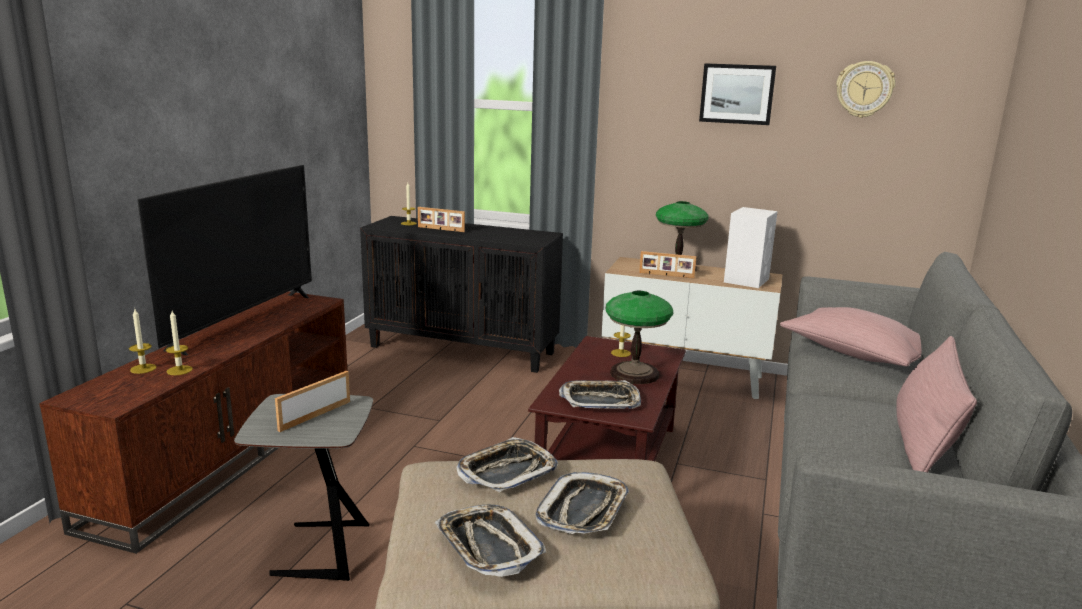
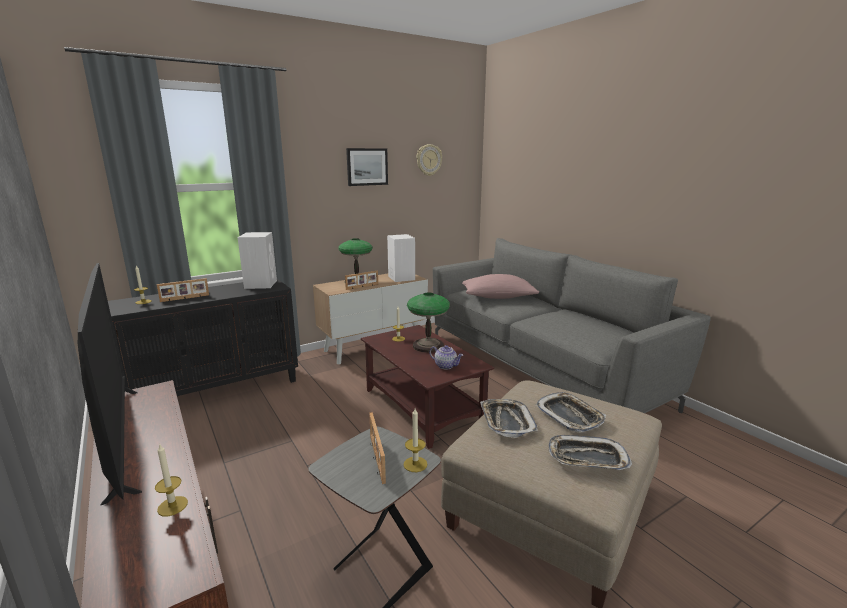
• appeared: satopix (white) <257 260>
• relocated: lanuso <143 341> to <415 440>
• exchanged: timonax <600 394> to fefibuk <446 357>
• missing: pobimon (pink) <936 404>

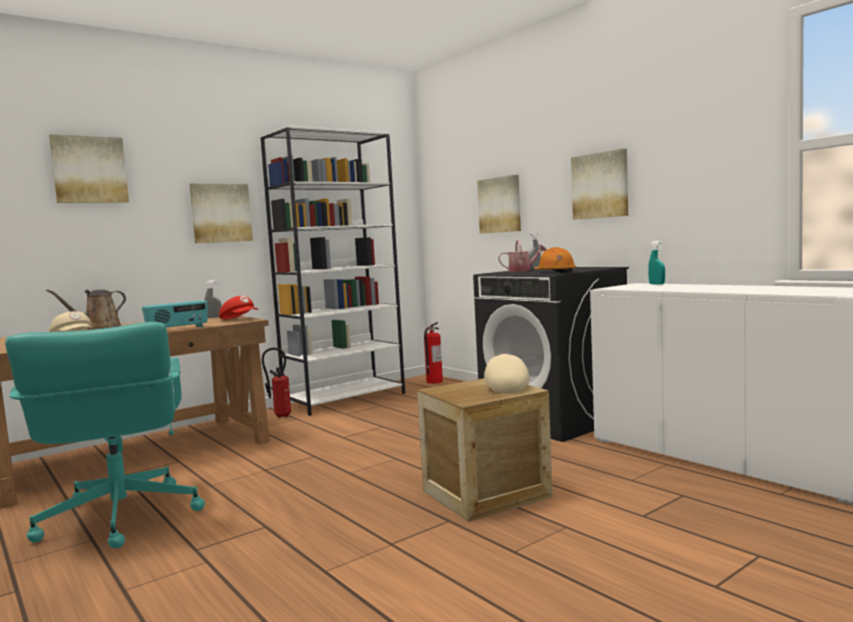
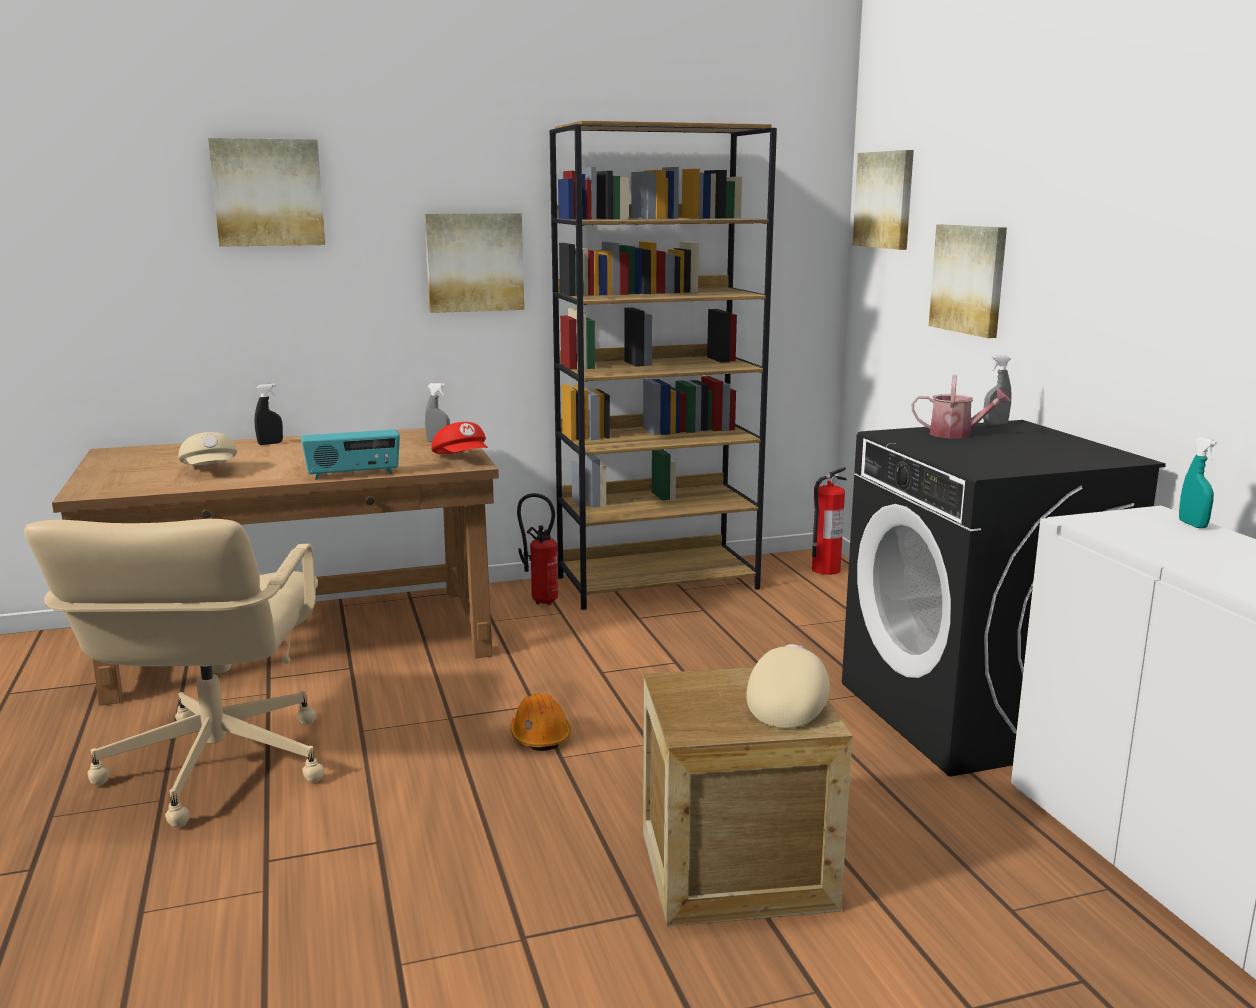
• colour: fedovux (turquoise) <105 435> to fedovux (beige) <174 673>
• exchanged: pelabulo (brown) <86 309> to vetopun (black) <269 414>
• relocated: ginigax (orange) <555 260> to <540 722>
• colour: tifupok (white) <333 271> to tifupok (brown) <663 365>
• relocated: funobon <599 184> to <883 200>

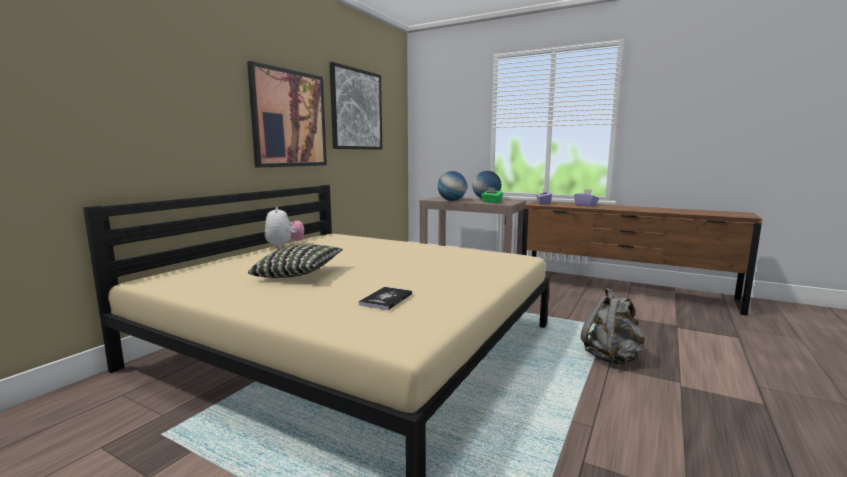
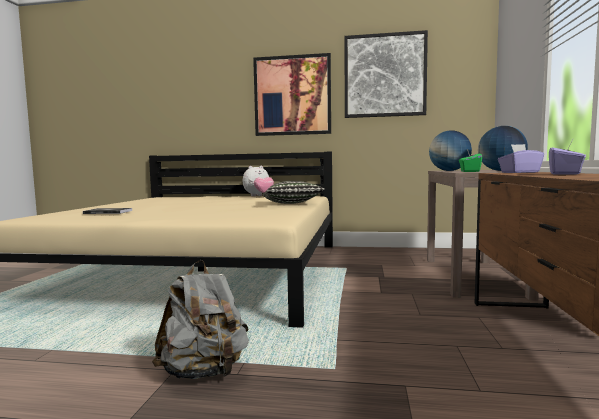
• relocated: pobimon <295 261> to <294 192>

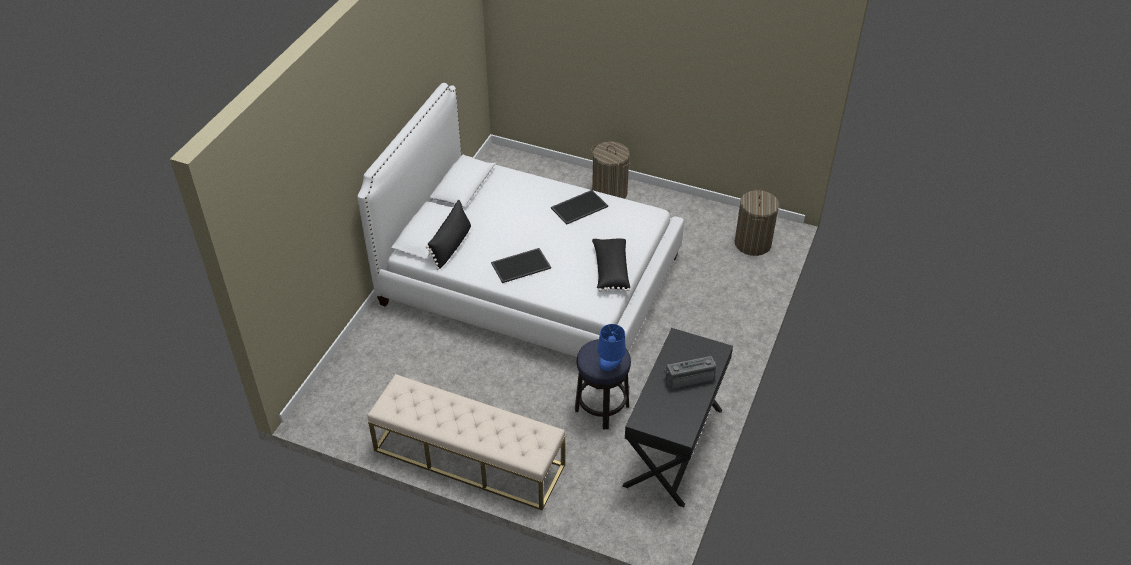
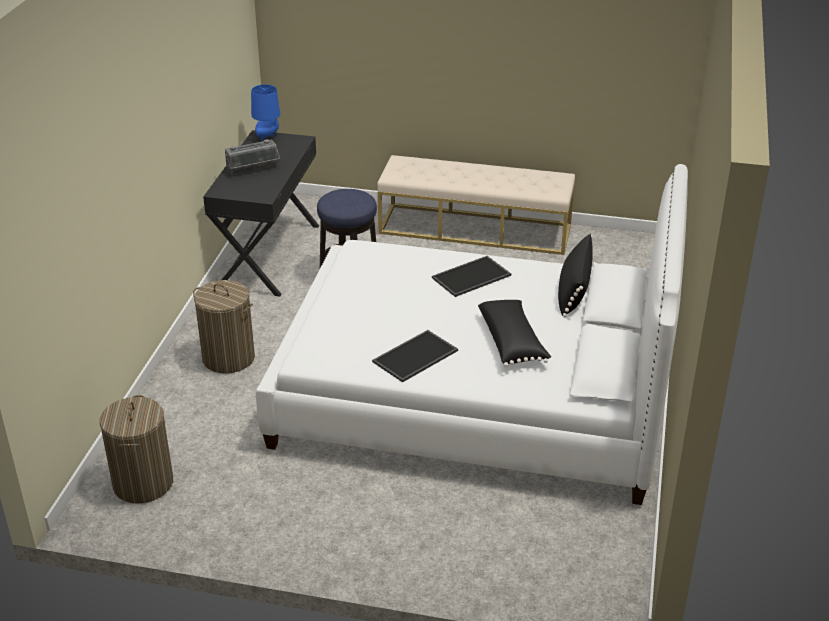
• relocated: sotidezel <611 170> to <224 327>
• relocated: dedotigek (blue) <612 347> to <265 112>
• relocated: pobimon (black) <611 264> to <514 333>

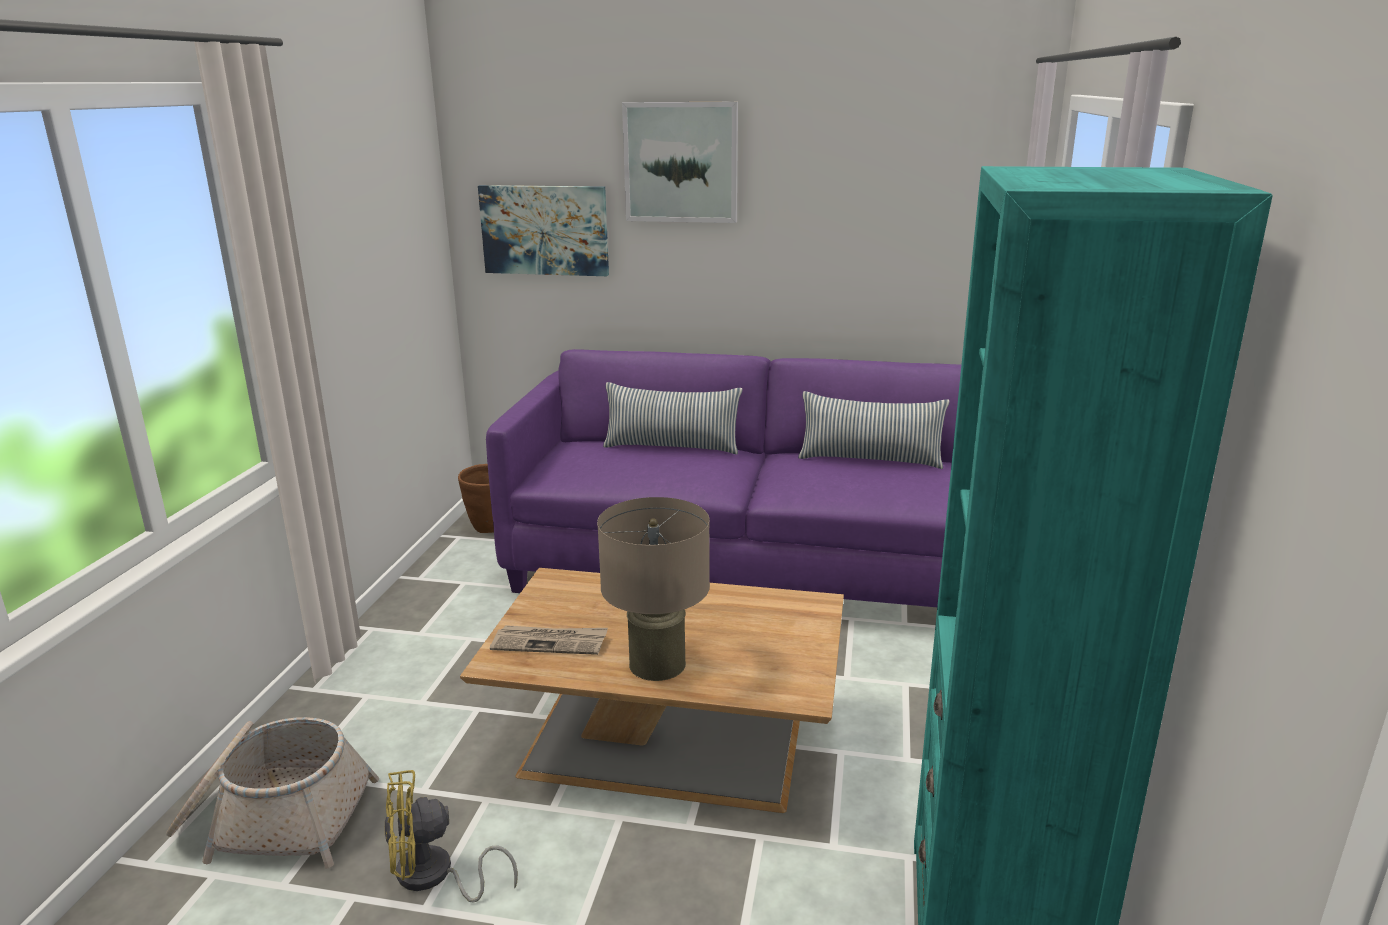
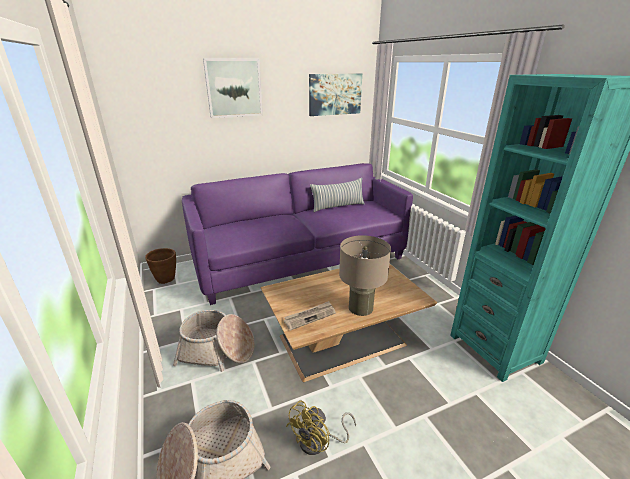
• appeared: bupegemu <214 341>
• relocated: funobon <543 230> to <335 94>
• missing: pobimon <672 418>

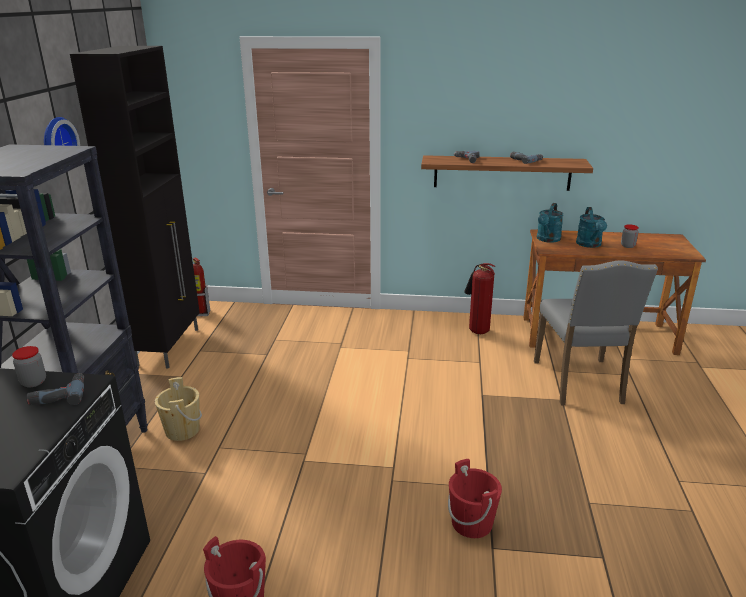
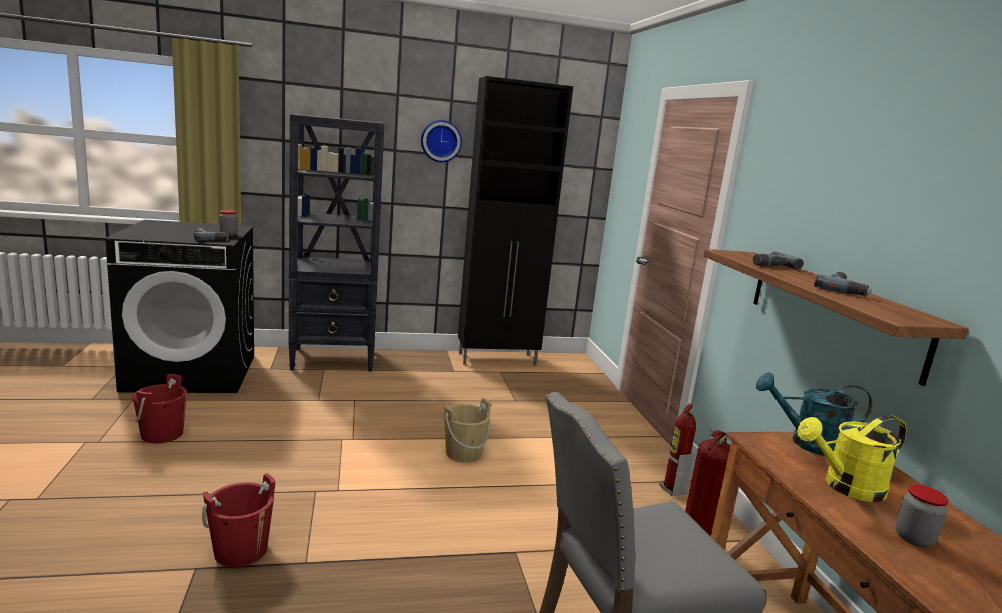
• relocated: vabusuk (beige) <178 409> to <467 430>
• relocated: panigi <201 287> to <677 450>
• colour: pelabulo (turquoise) <591 227> to pelabulo (yellow) <852 458>

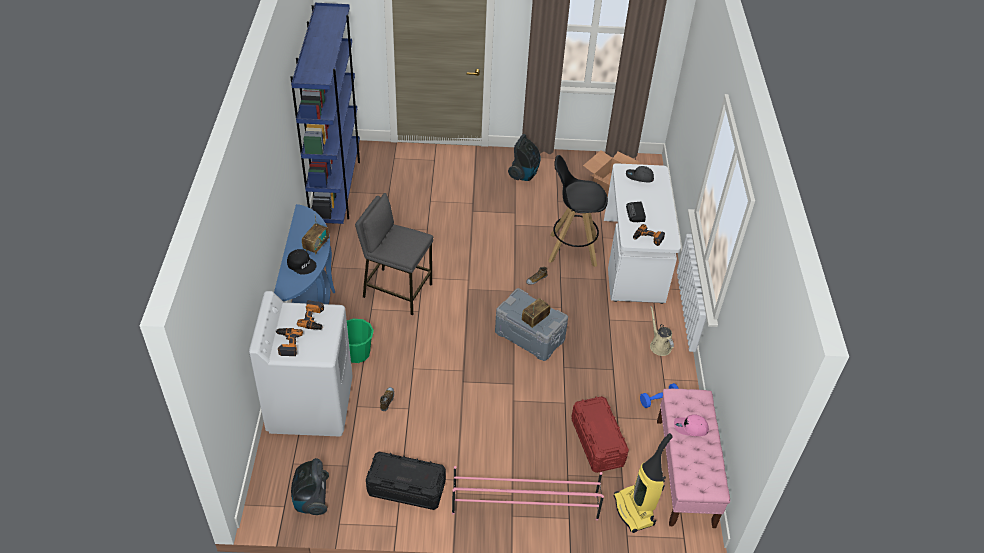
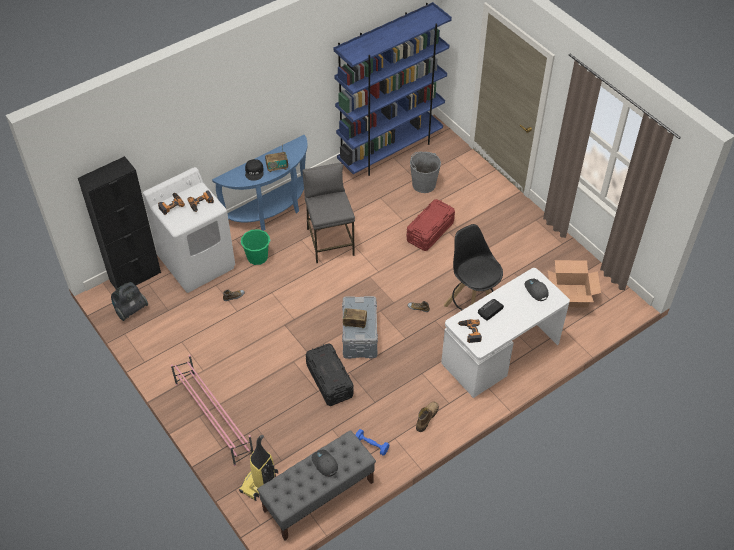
• appeared: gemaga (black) <119 222>
• colour: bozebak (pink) <693 458> to bozebak (grey) <316 485>
• relocated: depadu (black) <406 481> to <330 374>
• colour: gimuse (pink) <691 425> to gimuse (grey) <325 463>
• relocated: depadu (red) <600 434> to <431 225>
• appeared: vabusuk (grey) <425 172>
• exchanged: pelabulo (beige) <662 331> to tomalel <427 417>
• missing: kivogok <524 157>

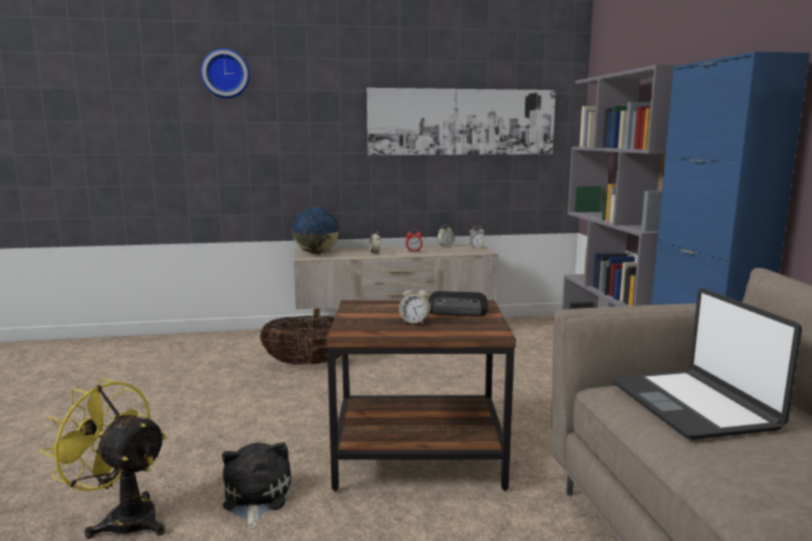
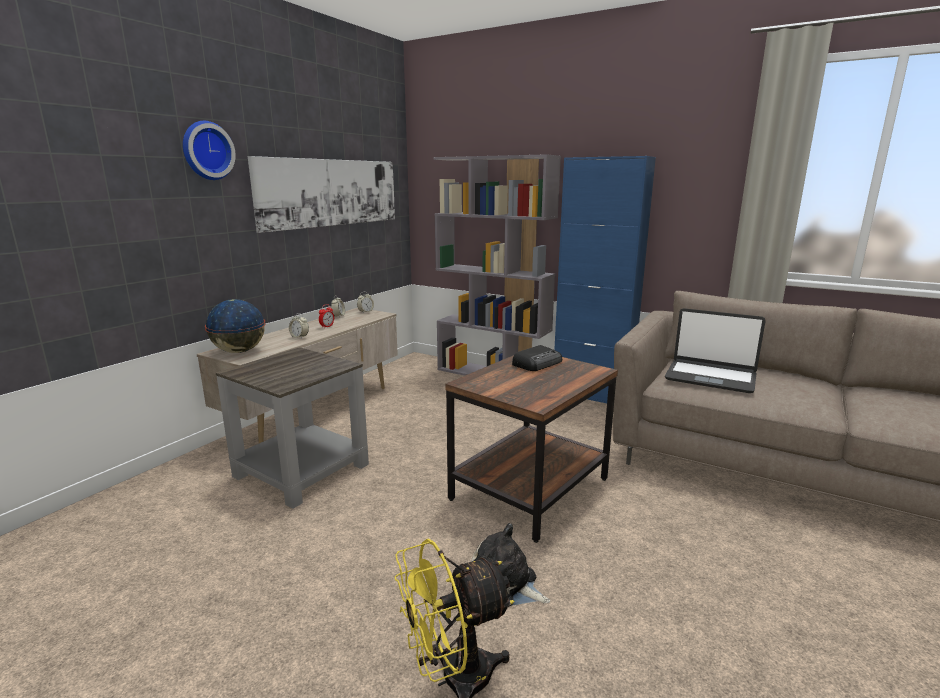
• relocated: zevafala <225 73> to <209 150>
• exchanged: bupegemu <301 340> to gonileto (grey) <292 428>
• missing: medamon <415 304>

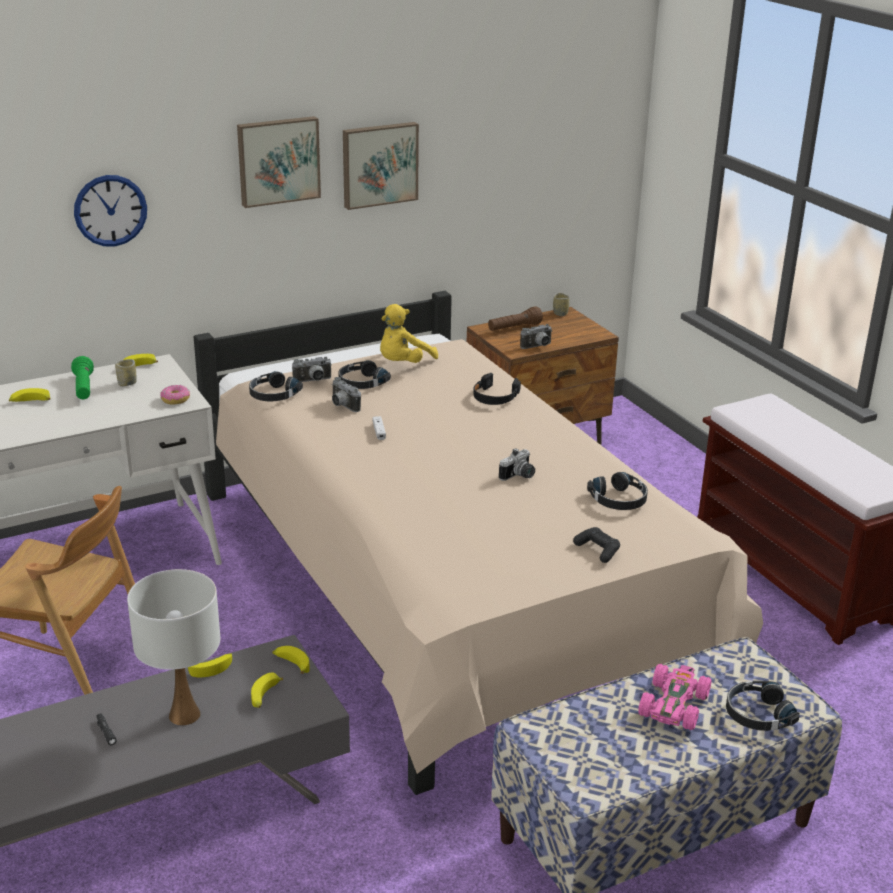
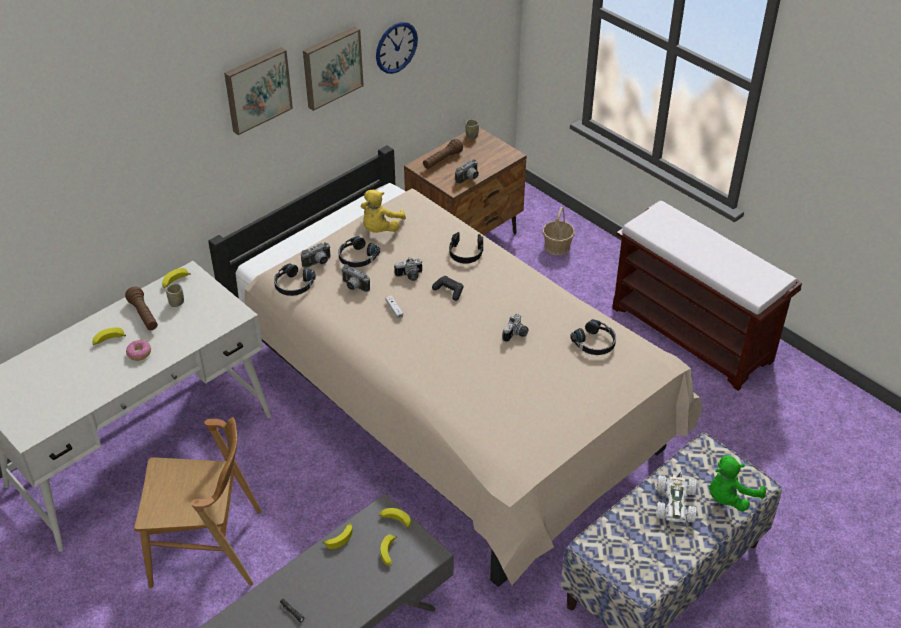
• colour: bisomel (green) <82 377> to bisomel (brown) <141 308>
• relocated: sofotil <175 395> to <138 350>
• relocated: zevafala <110 210> to <397 48>
• appeared: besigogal <408 269>
• relocated: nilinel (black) <596 545> to <447 288>
• appeared: bupegemu <559 231>
• colour: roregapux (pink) <674 697> to roregapux (white) <676 497>
• exchanged: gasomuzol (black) <762 706> to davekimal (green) <737 483>
• missing: dedotigek (white) <173 647>

